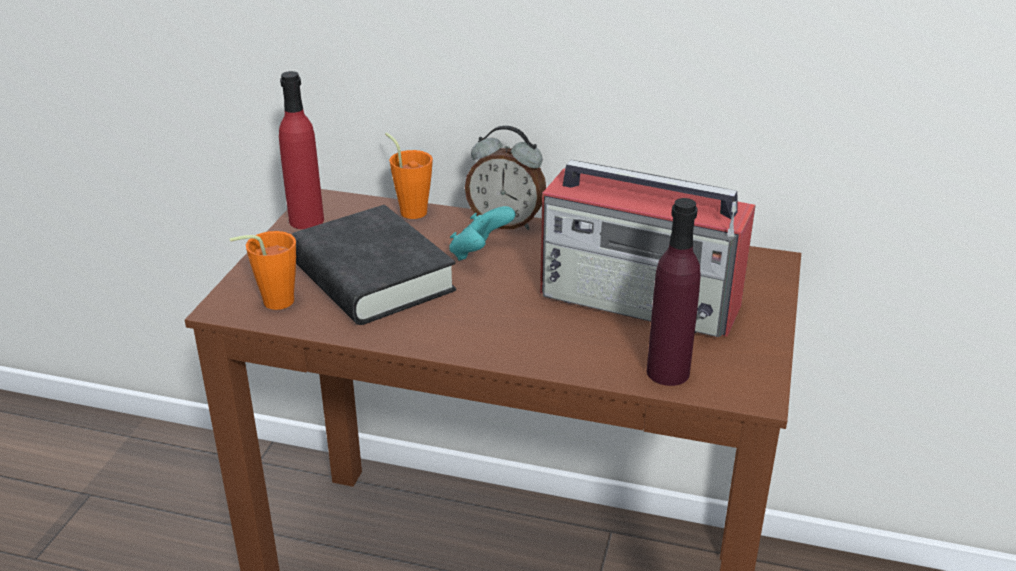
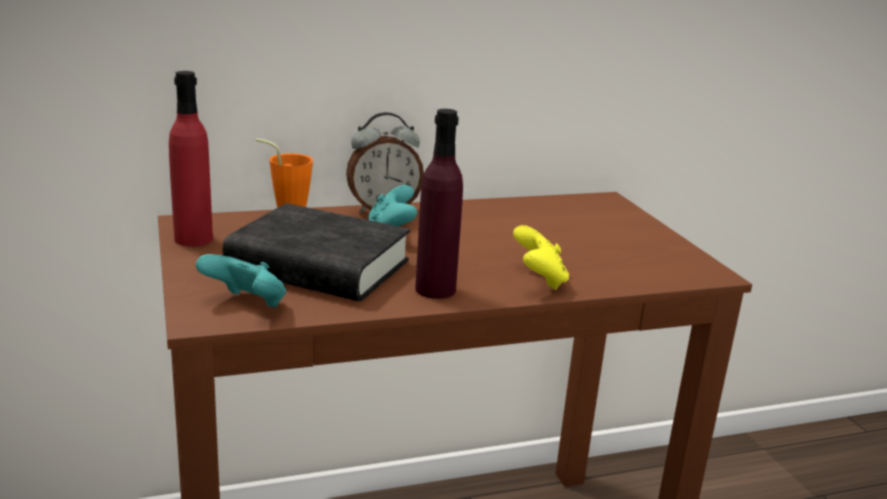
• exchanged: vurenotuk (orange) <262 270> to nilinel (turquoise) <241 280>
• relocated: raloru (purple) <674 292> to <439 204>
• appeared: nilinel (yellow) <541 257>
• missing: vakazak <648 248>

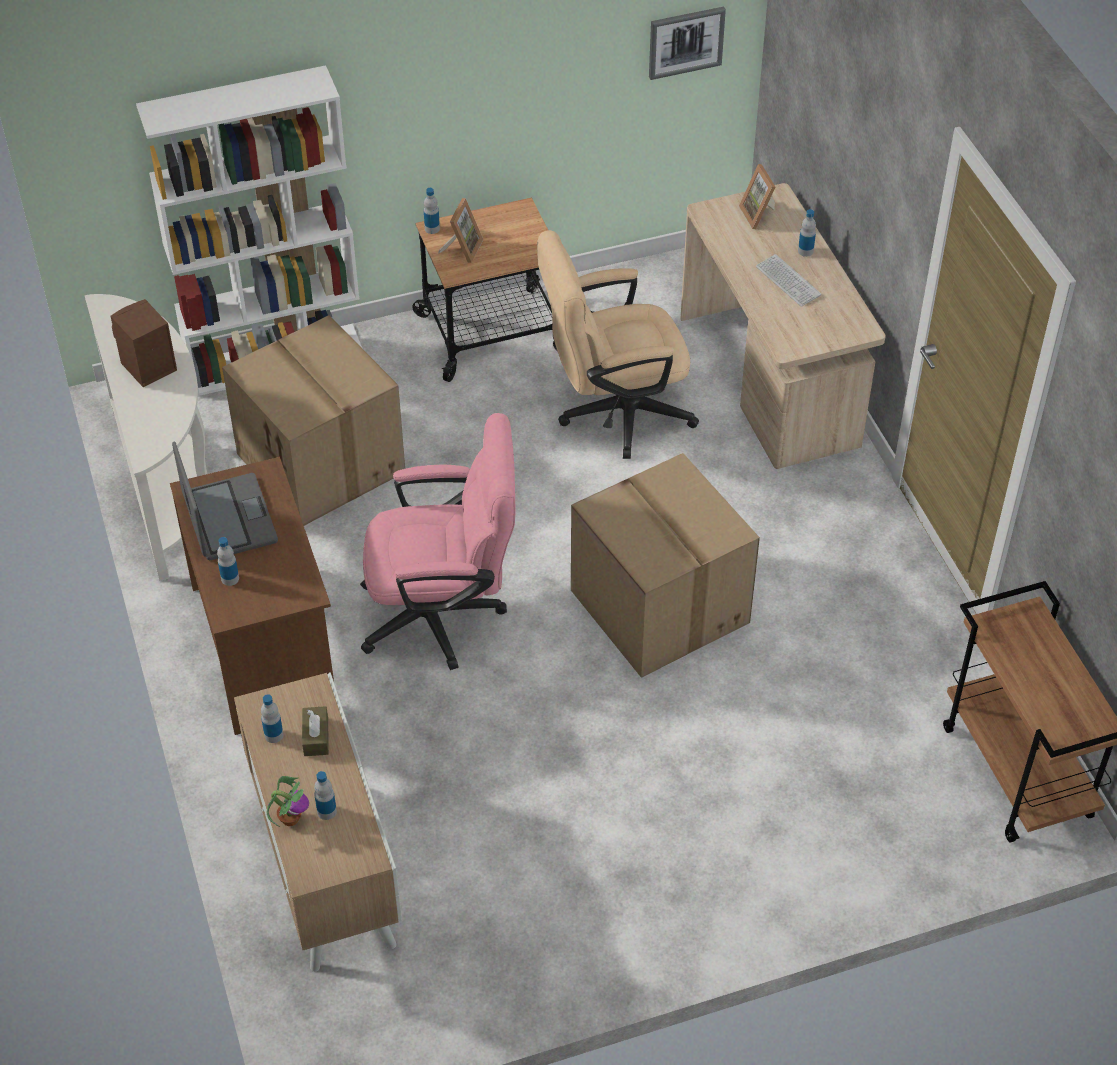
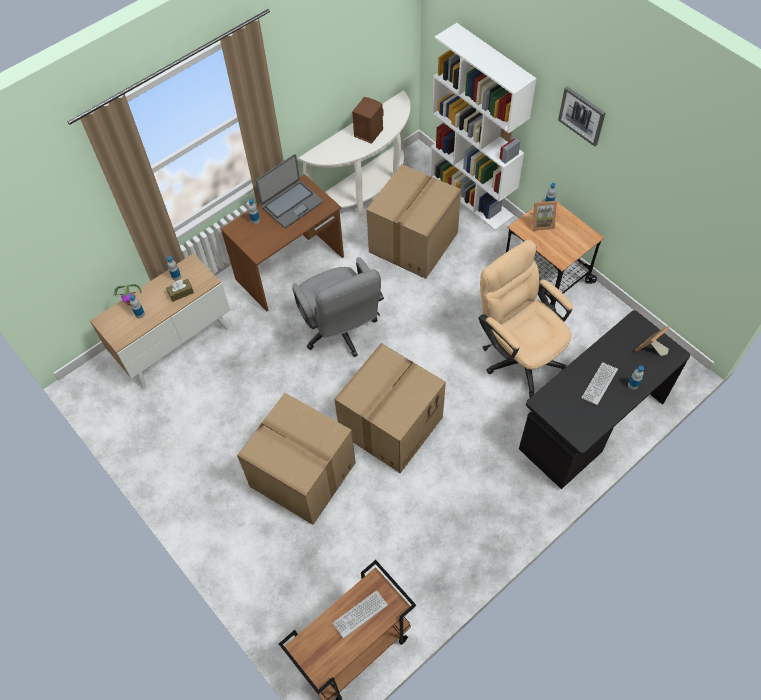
• appeared: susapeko <296 459>
• colour: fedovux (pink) <437 541> to fedovux (grey) <338 307>
• appeared: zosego <360 614>
• colour: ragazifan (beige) <783 326> to ragazifan (black) <604 399>
• relocated: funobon <687 43> to <581 116>

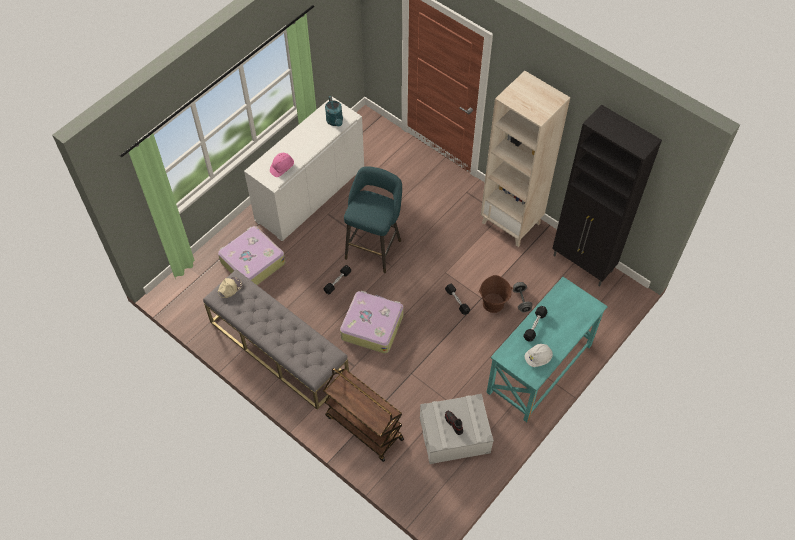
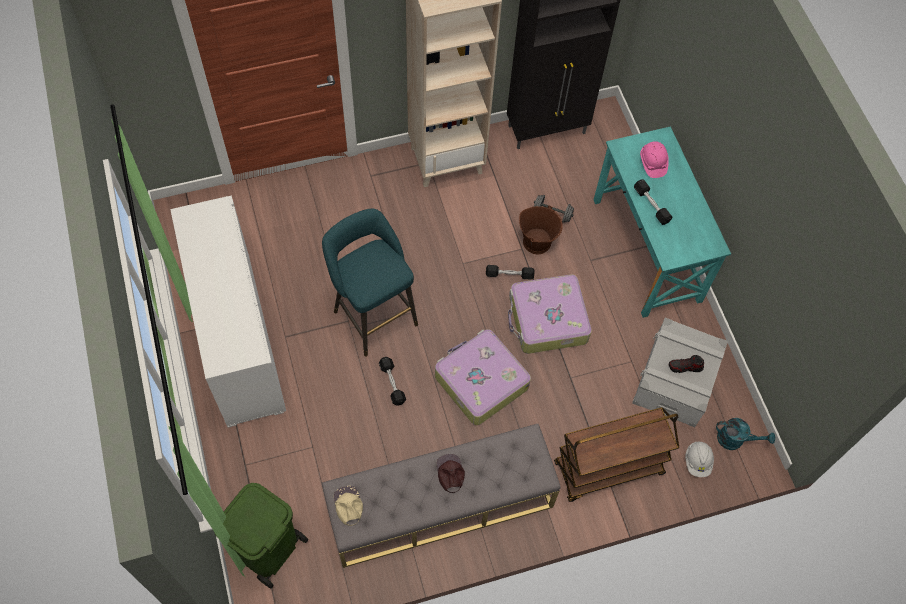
• appeared: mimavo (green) <261 536>
• appeared: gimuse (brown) <451 473>
• relocated: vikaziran <251 255> to <550 314>
• relocated: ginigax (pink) <282 165> to <654 160>
• relocated: ginigax (white) <539 355> to <699 459>
• relocated: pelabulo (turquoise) <334 111> to <745 434>

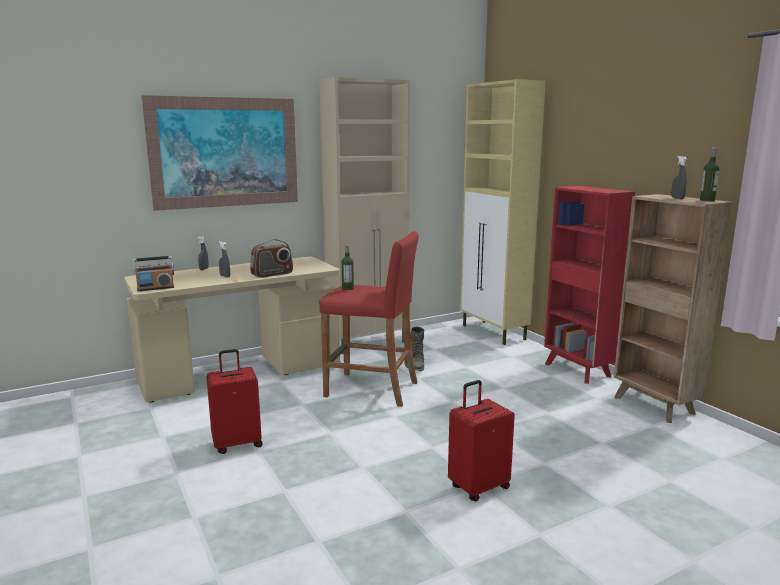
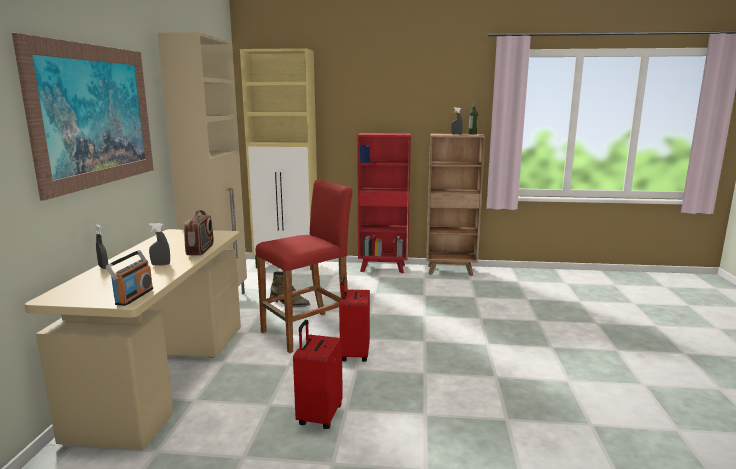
• relocated: vikaziran (red) <481 440> to <354 319>
• missing: raloru <347 267>

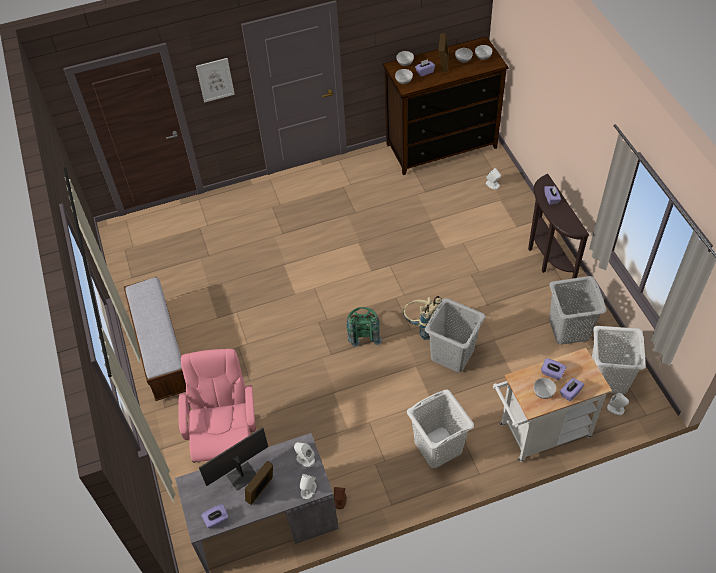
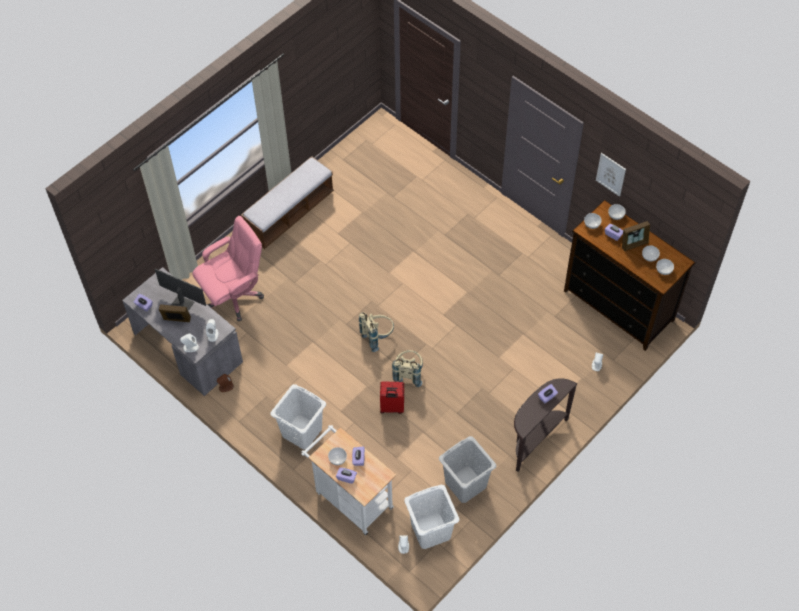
• colour: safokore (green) <364 327> to safokore (beige) <376 332>
• exchanged: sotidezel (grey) <455 335> to vikaziran (red) <392 398>
• relocated: funobon <215 80> to <611 175>

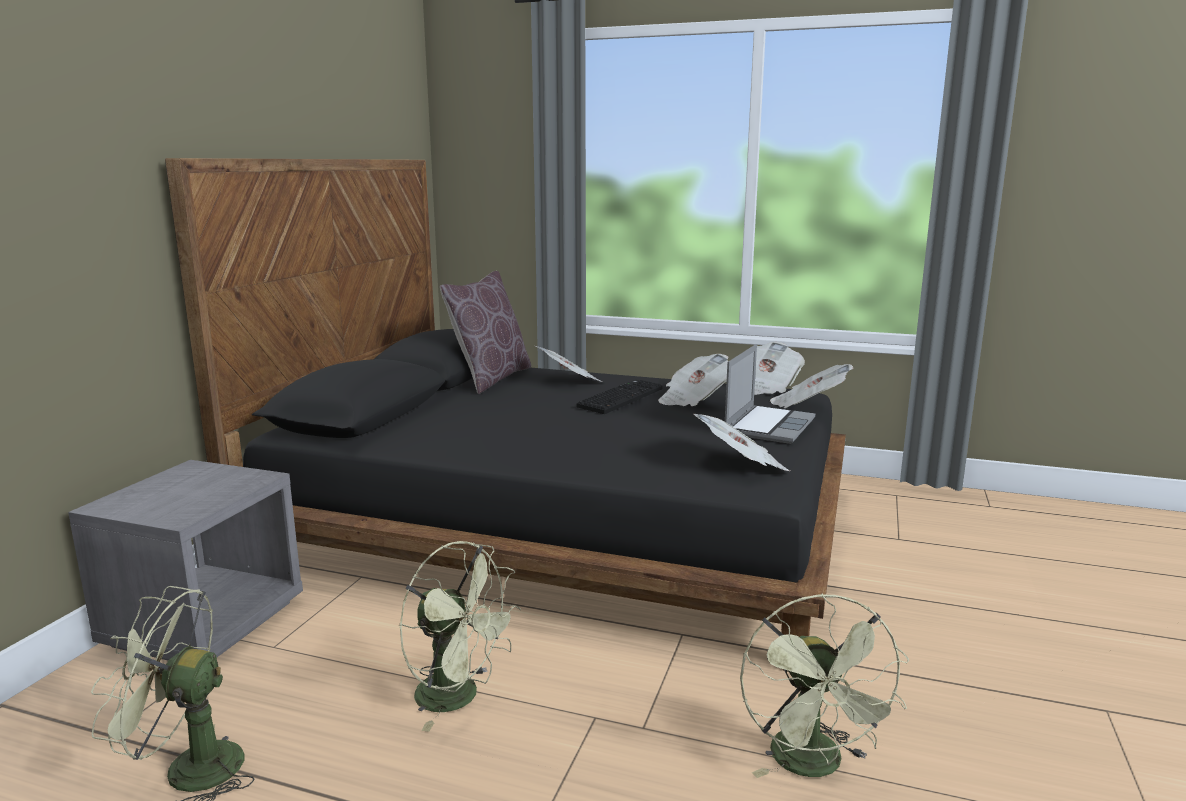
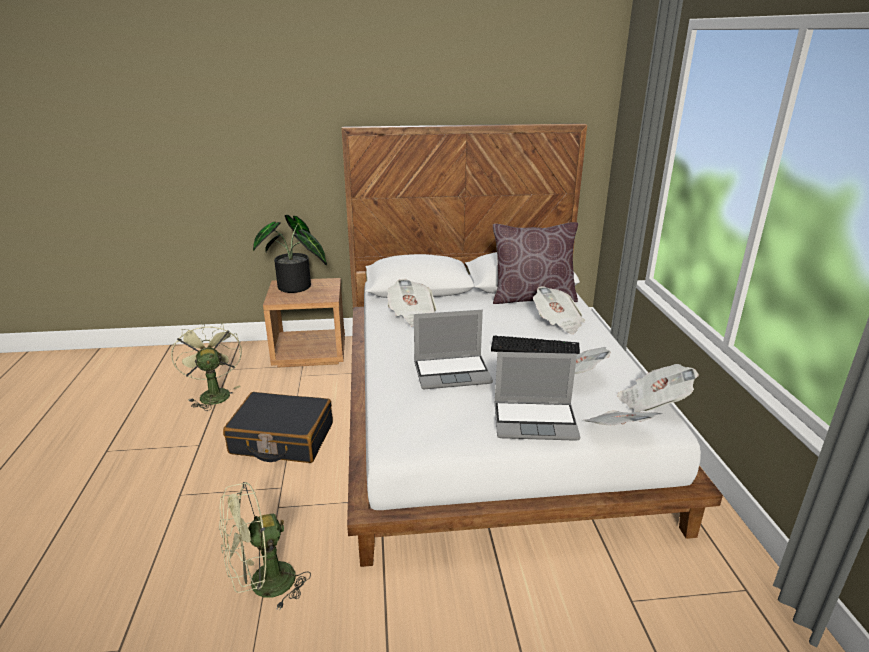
• exchanged: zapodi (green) <460 636> to vikaziran (black) <278 427>
• appeared: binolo <290 254>
• colour: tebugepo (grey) <185 560> to tebugepo (brown) <304 322>
• colour: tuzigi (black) <505 414> to tuzigi (white) <532 345>
• relocated: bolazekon <741 442> to <412 303>
• appeared: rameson <453 349>

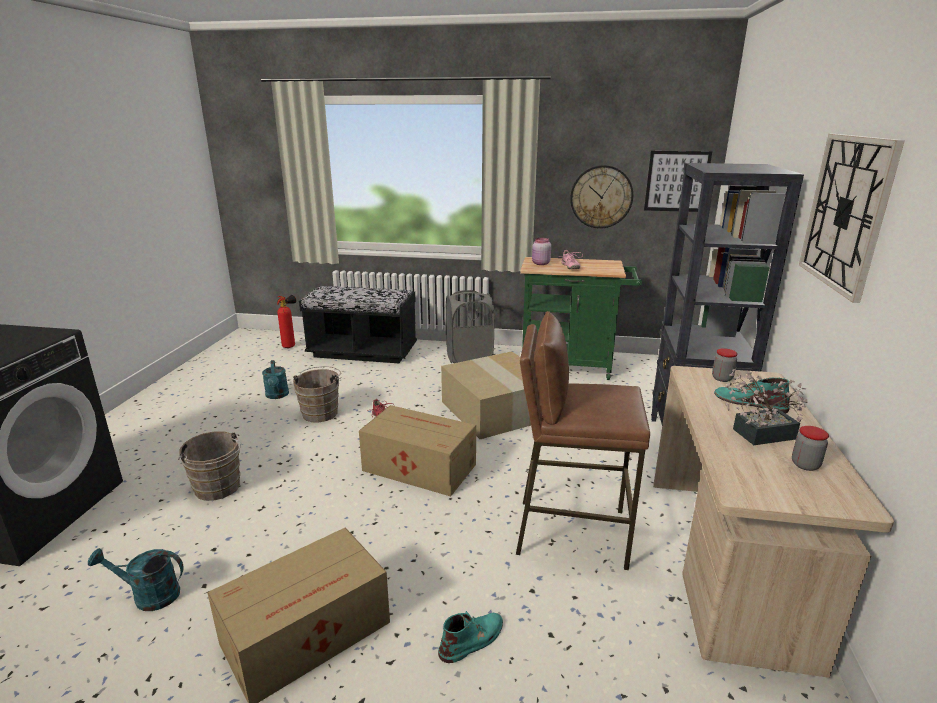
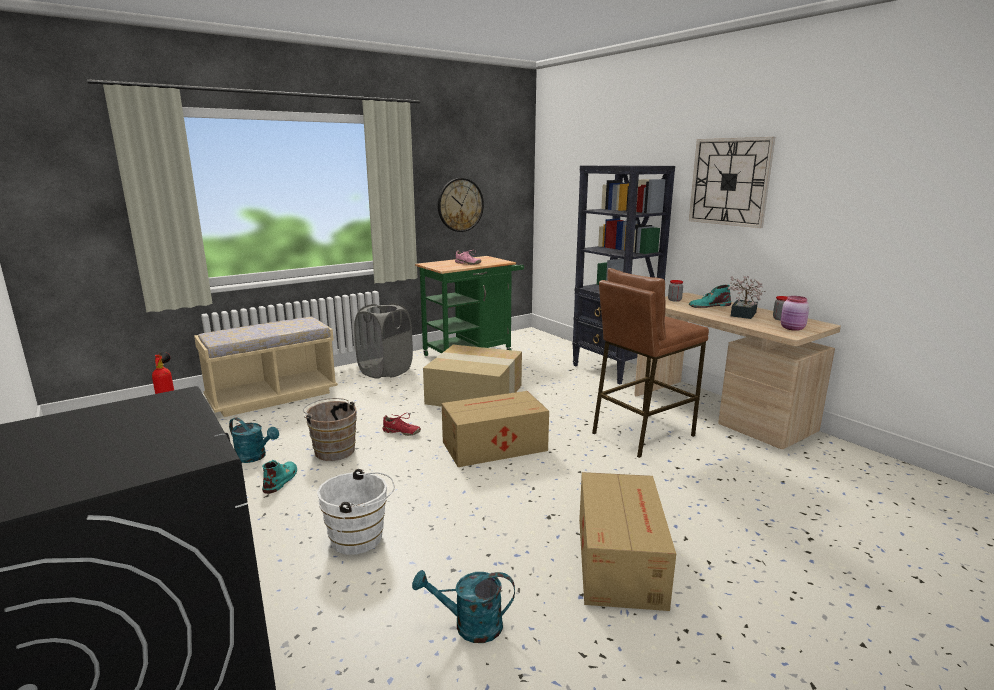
• colour: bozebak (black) <358 324> to bozebak (beige) <266 367>
• relocated: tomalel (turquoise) <470 637> to <279 477>
• colour: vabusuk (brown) <209 466> to vabusuk (white) <356 512>
• spun: pelabulo (turquoise) <136 579> = <463 606> 45 degrees clockwise
• relocated: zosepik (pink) <541 251> to <795 313>
• missing: funobon <678 181>

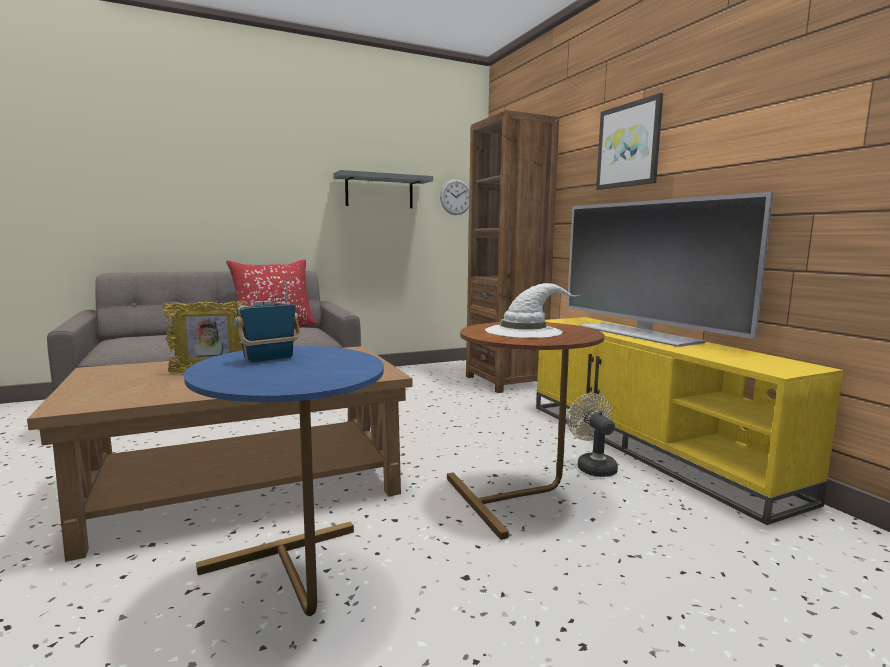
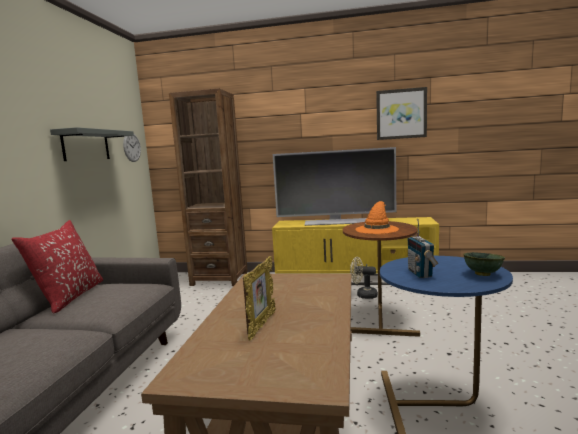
• colour: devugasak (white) <532 310> to devugasak (orange) <377 217>
• relocated: funobon <629 141> to <401 113>
• appeared: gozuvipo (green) <484 264>

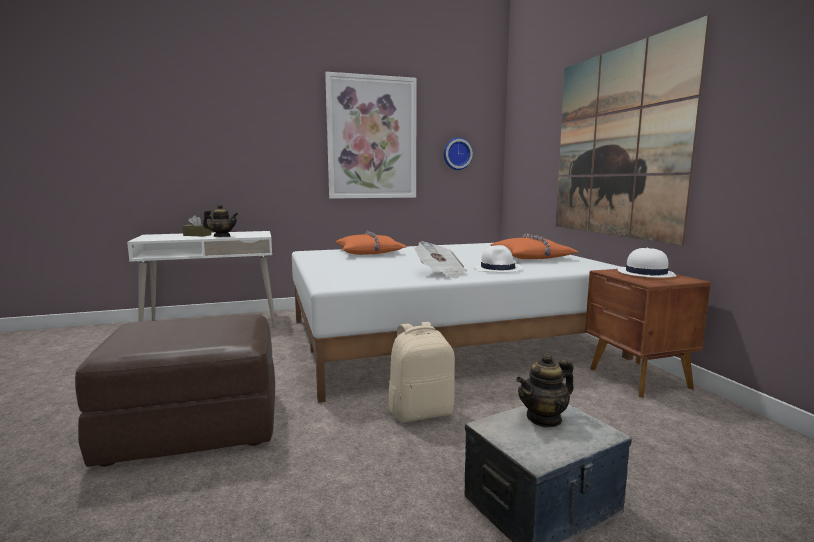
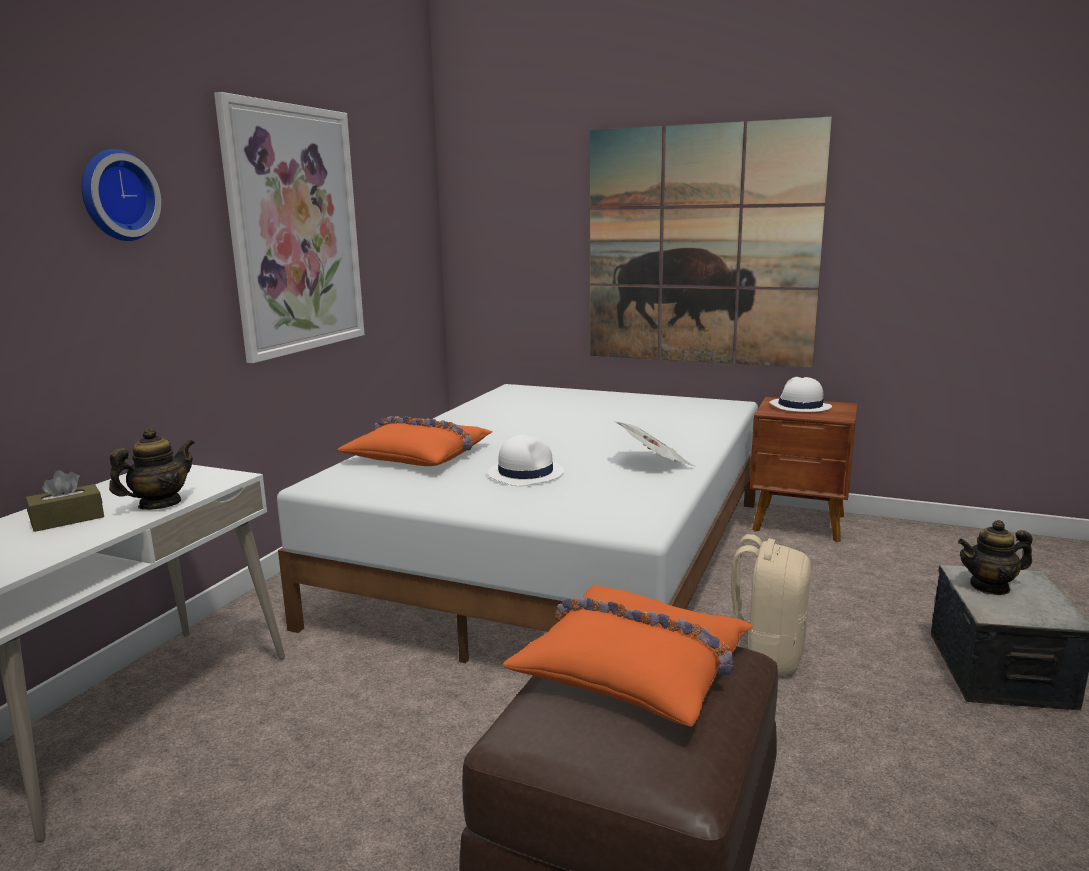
• relocated: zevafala <458 154> to <121 195>
• relocated: devugasak (white) <498 258> to <526 460>
• relocated: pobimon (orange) <534 246> to <627 656>
• spun: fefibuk <545 390> = <995 557> 75 degrees clockwise

